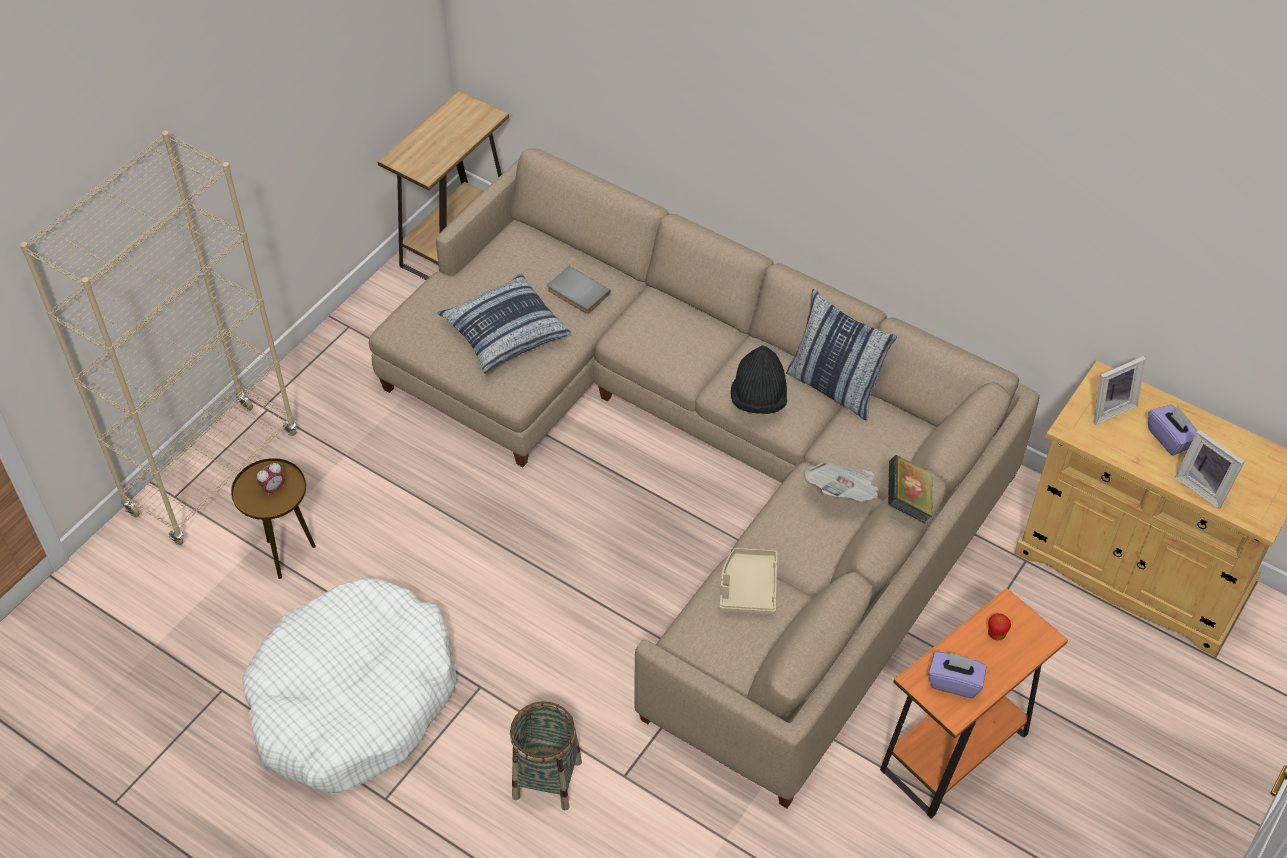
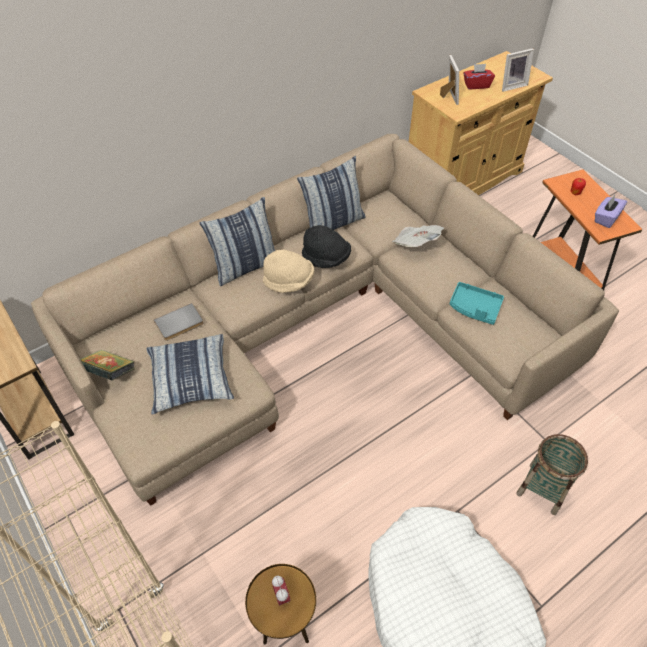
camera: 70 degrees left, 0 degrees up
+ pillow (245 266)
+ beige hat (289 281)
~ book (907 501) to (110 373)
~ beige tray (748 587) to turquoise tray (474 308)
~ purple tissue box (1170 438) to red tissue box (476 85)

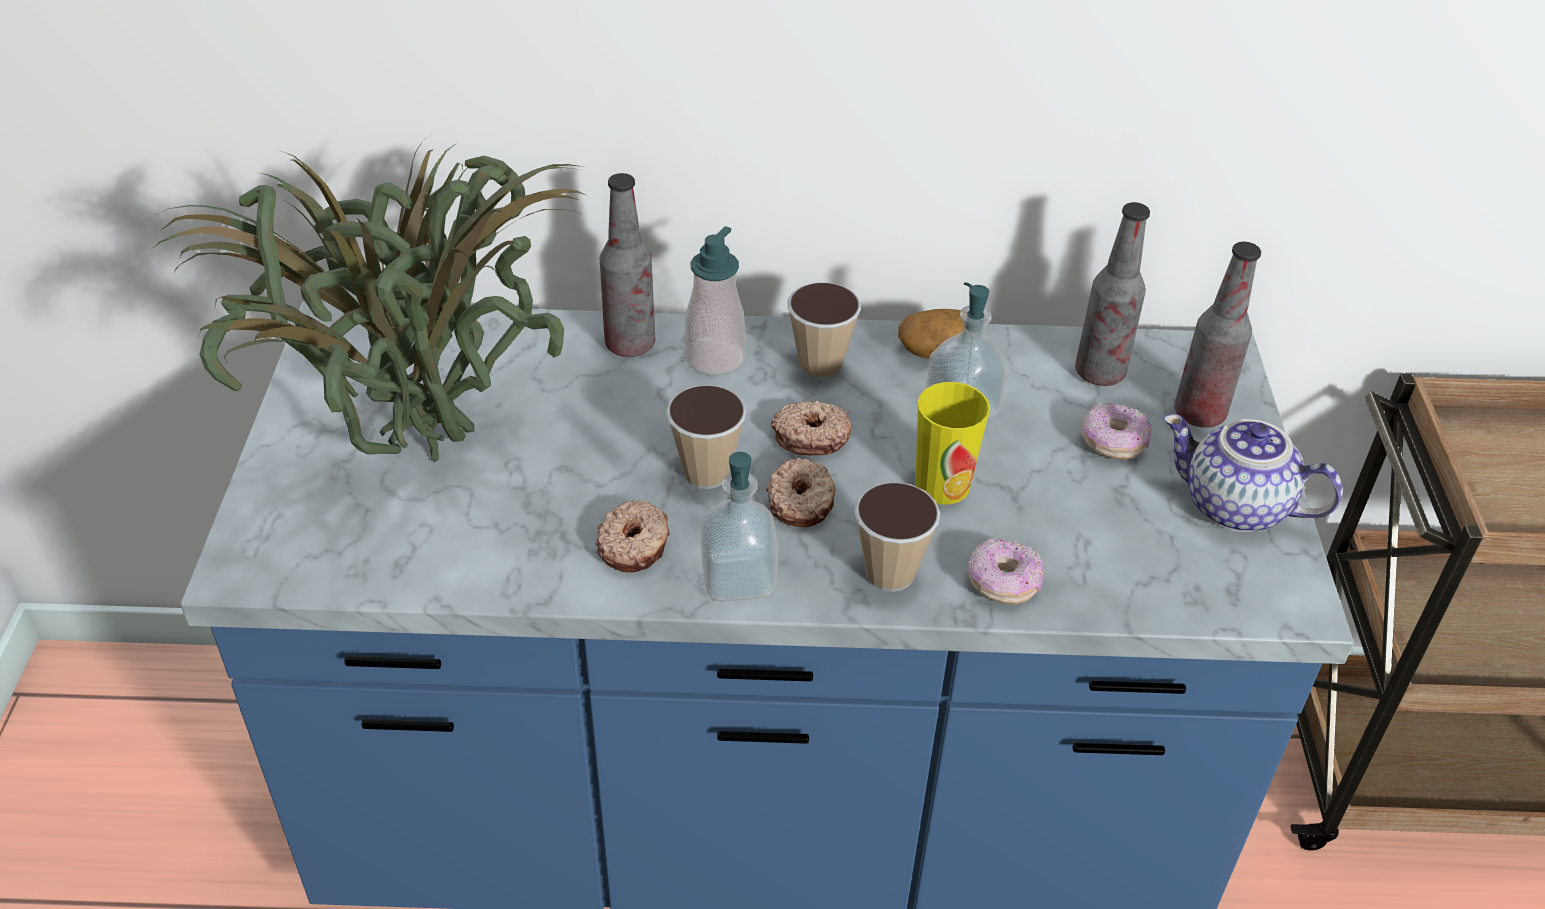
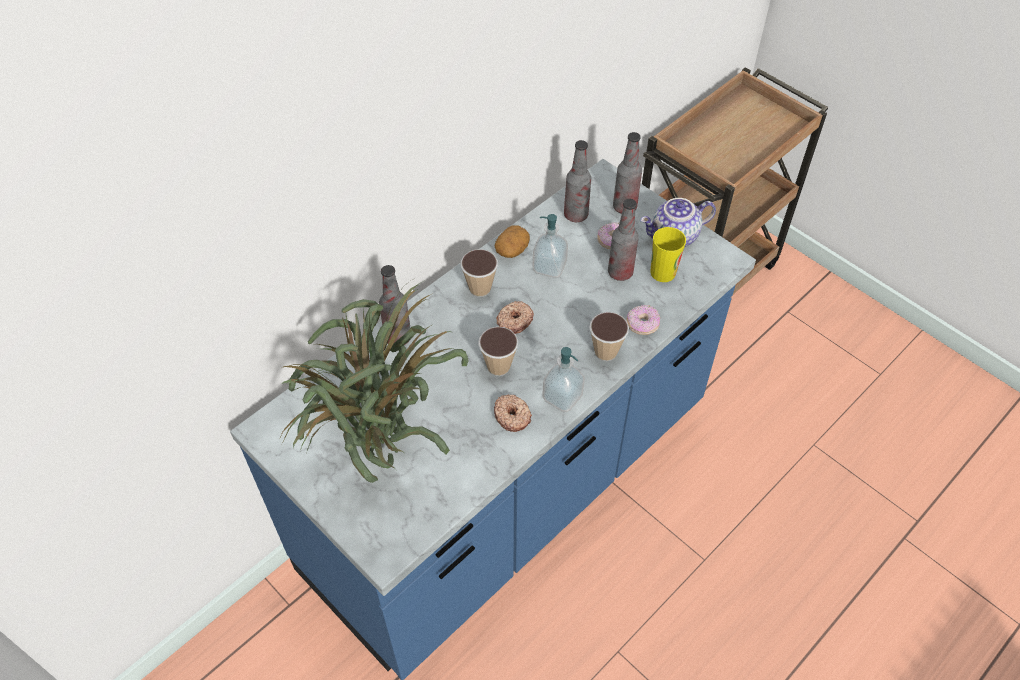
camera: 45 degrees left, 10 degrees up
- soap dispenser (715 358)
- donut (802 502)
+ bottle (620 272)
~ cup (942 485) to (663 272)

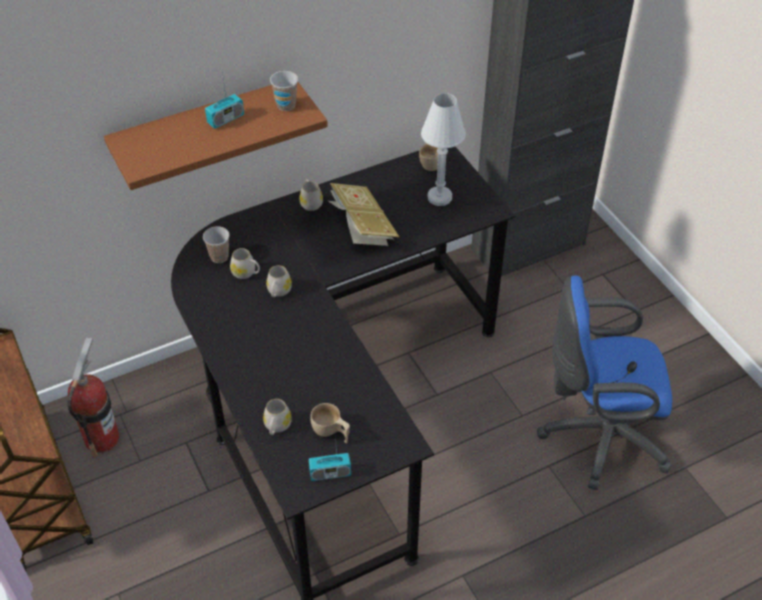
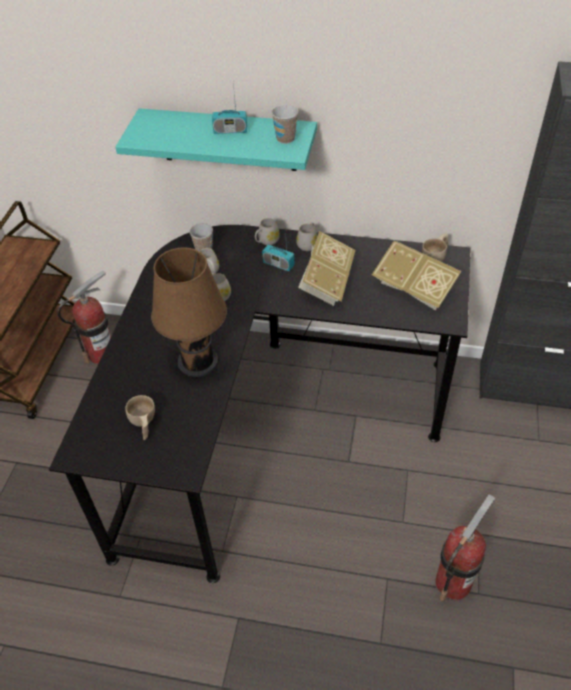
camera: 40 degrees right, 0 degrees up
+ brown table lamp (196 358)
~ white mug (277 427) to (266 241)
~ radio (330 473) to (278 264)
~ white table lamp (439 197) to book (414 289)
~ blue office chair (597 436) to fire extinguisher (453 582)
~ brown shelf (206 131) to turquoise shelf (228 140)

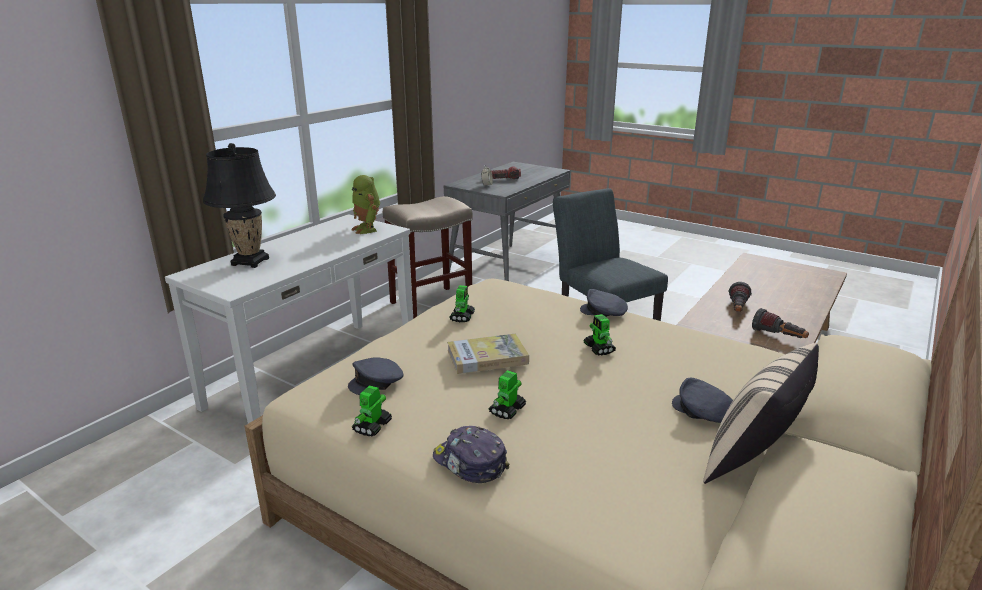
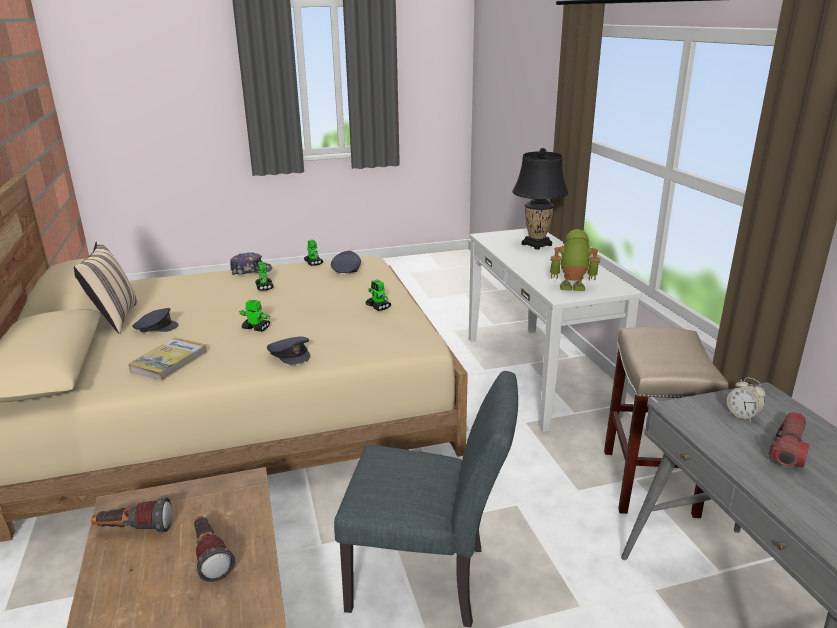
camera: 130 degrees right, 0 degrees up
~ book (487 357) to (169 361)
~ grey cap (603 312) = (290 354) 75 degrees clockwise

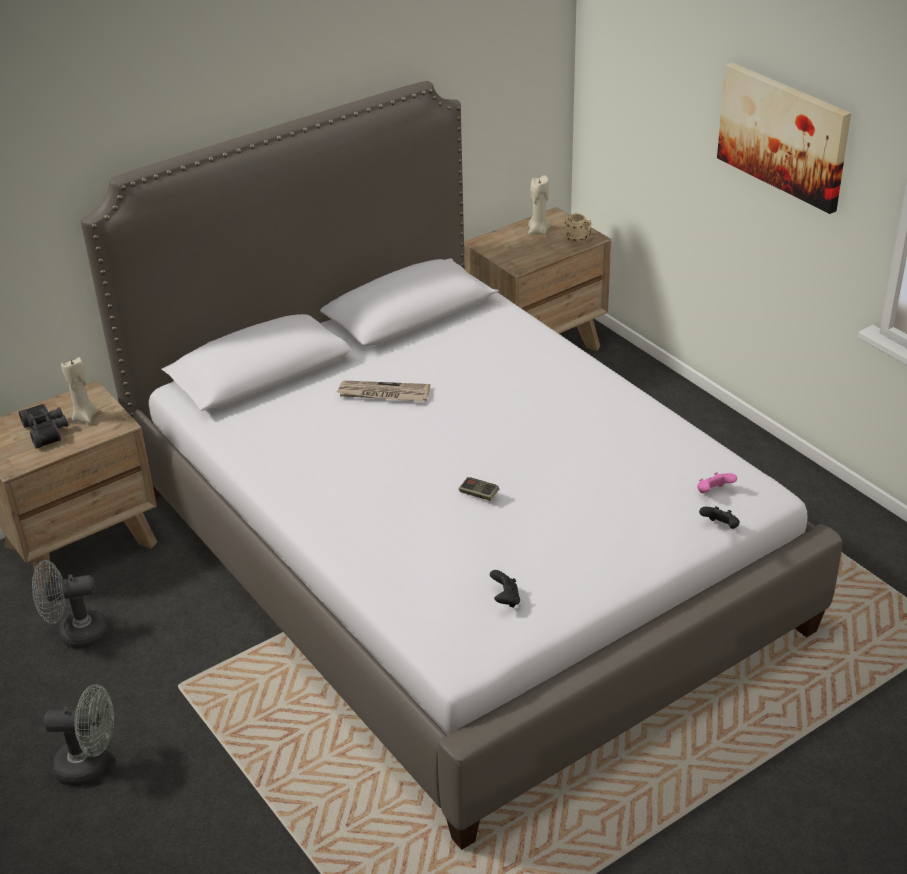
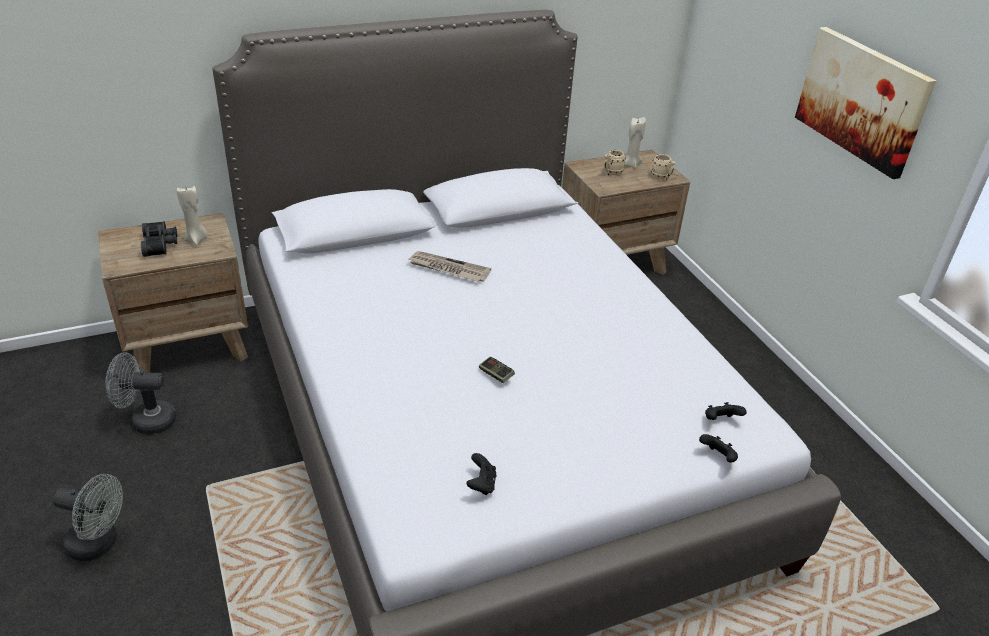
camera: 10 degrees right, 0 degrees up
+ beige mug (611 173)
~ pink game controller (713 492) to black game controller (720 421)

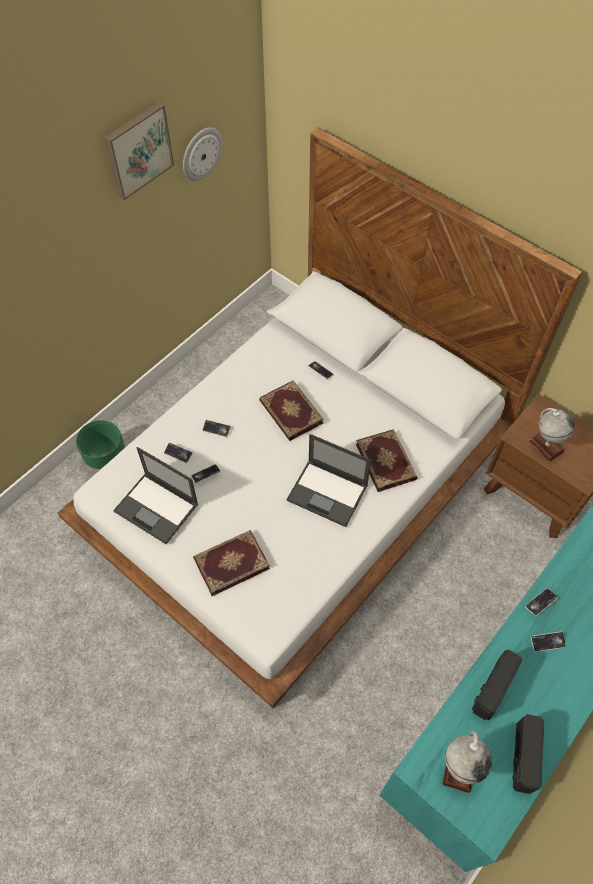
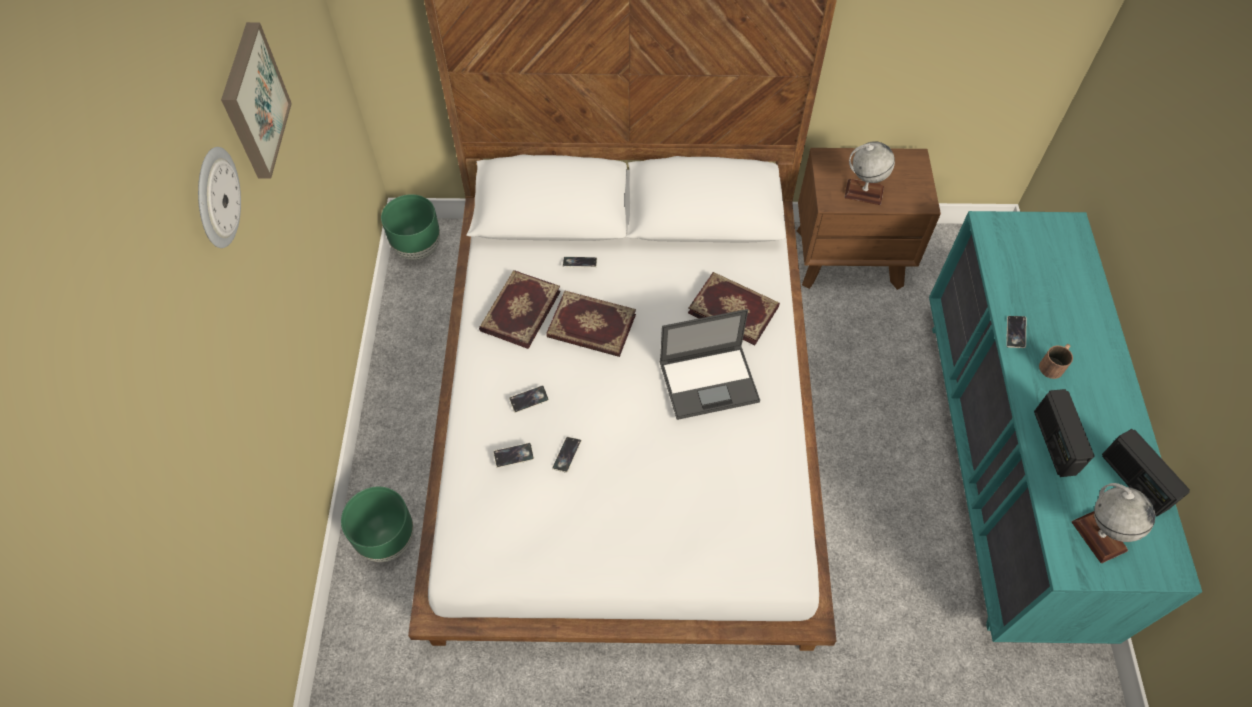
camera: 40 degrees left, 0 degrees up
- laptop (157 508)
+ green planter (418 248)
~ wall clock (201 153) to (216 197)
~ book (231 562) to (519 310)
~ phone (547 642) to brown mug (1054 364)

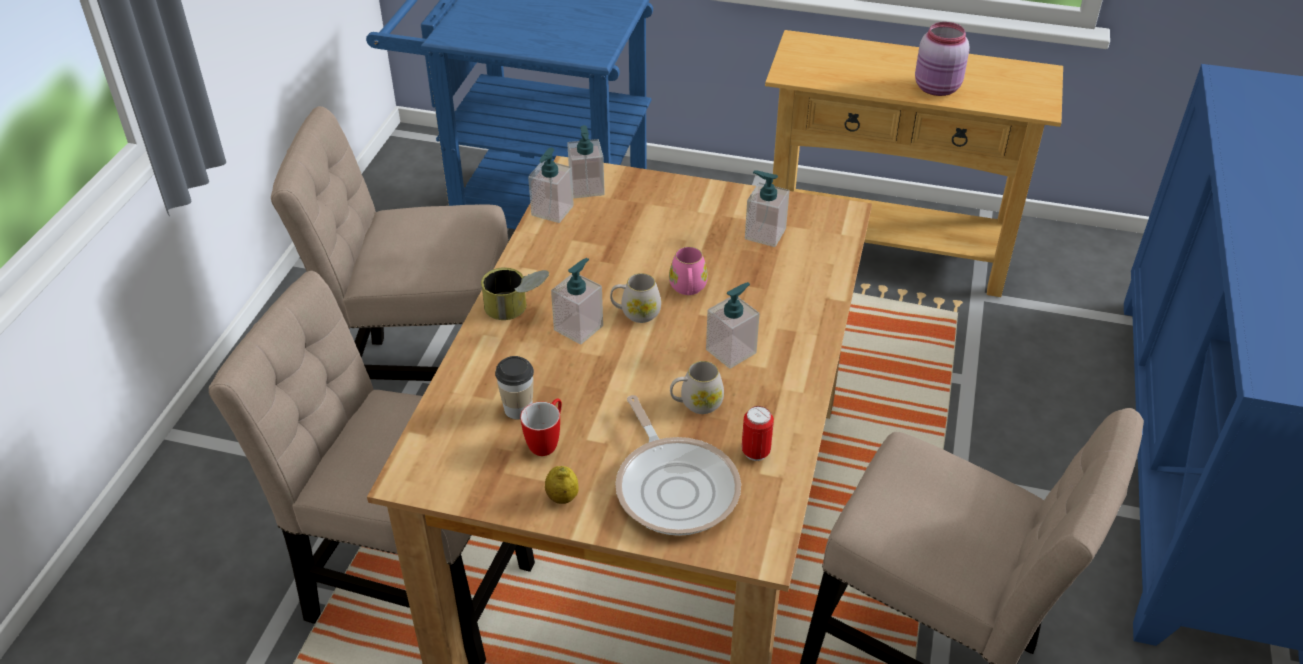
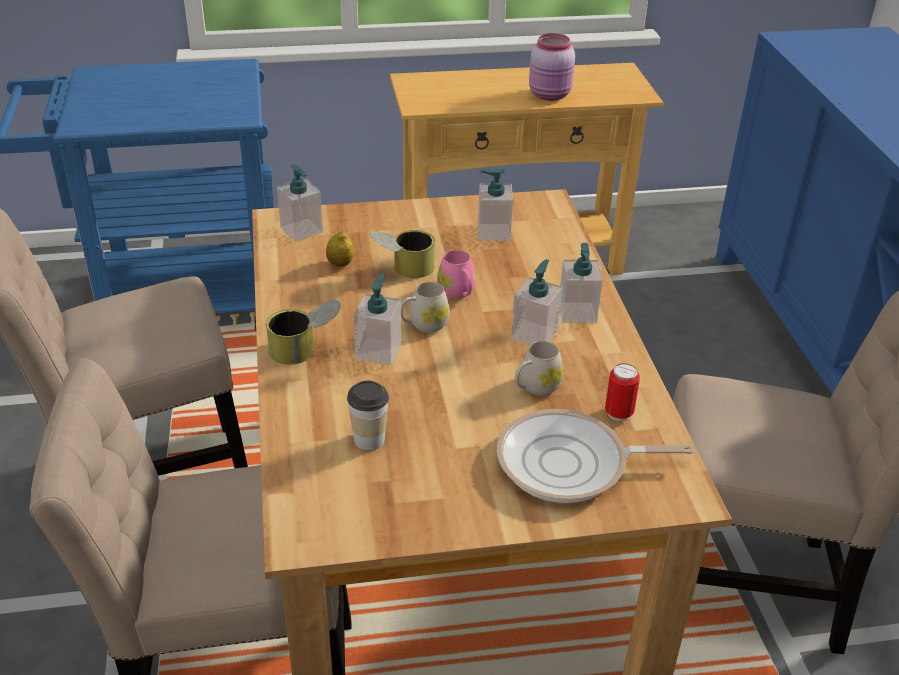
camera: 25 degrees left, 5 degrees down
- mug (547 442)
+ can (402 270)
~ soap dispenser (552 211) to (577 313)
~ lemon (562 497) to (340 264)
~ frying pan (675 486) = (569 464) 135 degrees clockwise

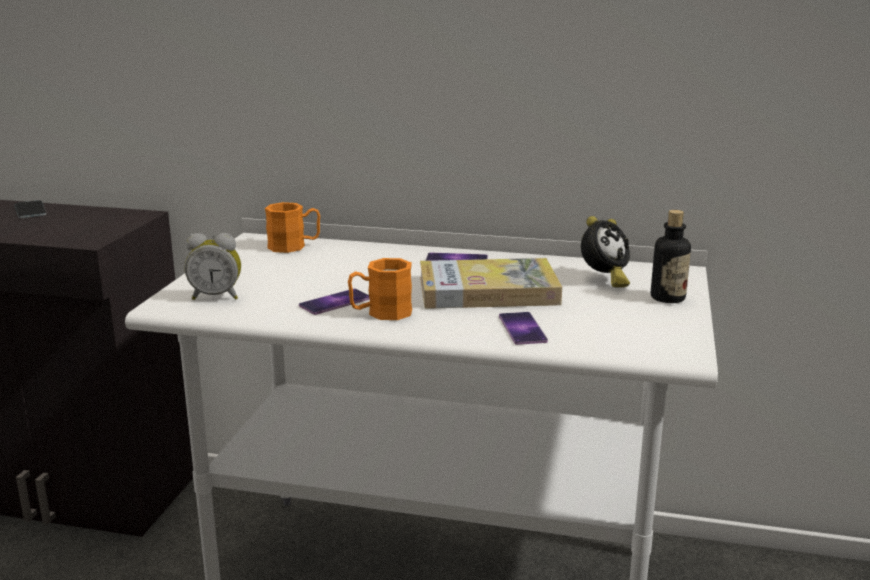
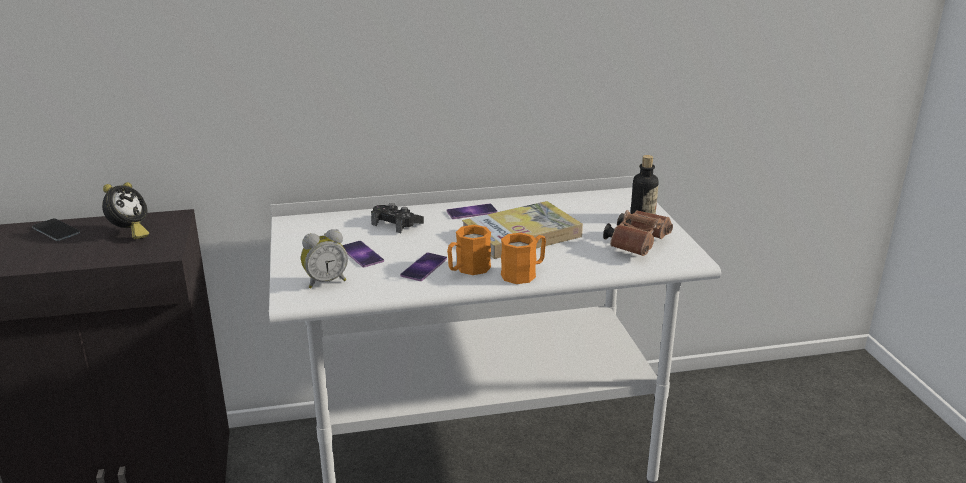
camera: 25 degrees left, 5 degrees up
+ black game controller (396 224)
+ brown binoculars (638 244)
~ orange mug (294 246) to (524 273)
~ phone (522 328) to (361 254)
~ alarm clock (604 280) to (129 233)

